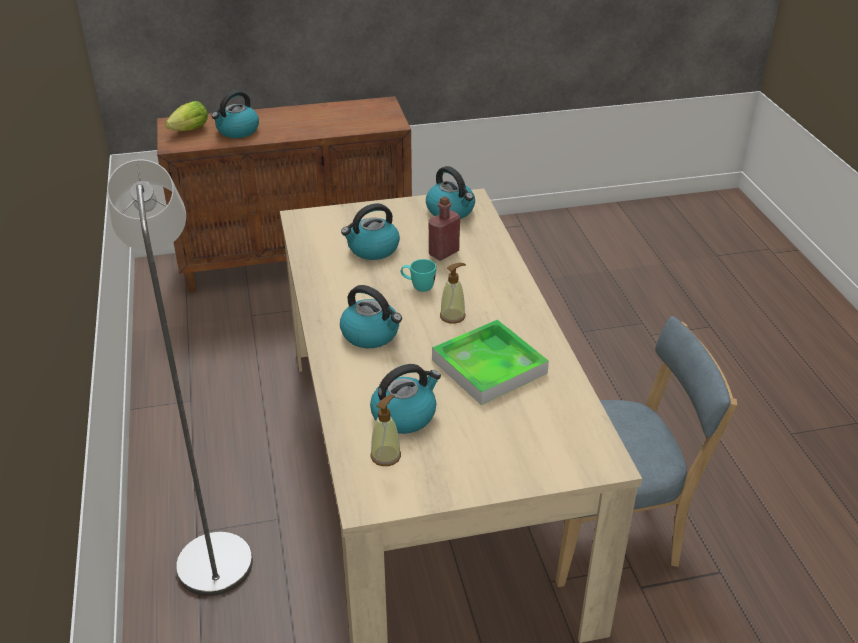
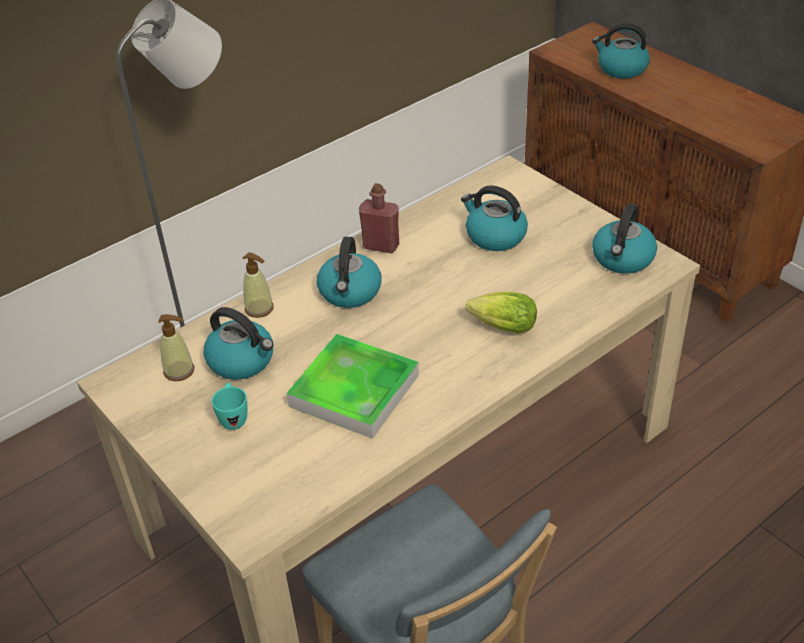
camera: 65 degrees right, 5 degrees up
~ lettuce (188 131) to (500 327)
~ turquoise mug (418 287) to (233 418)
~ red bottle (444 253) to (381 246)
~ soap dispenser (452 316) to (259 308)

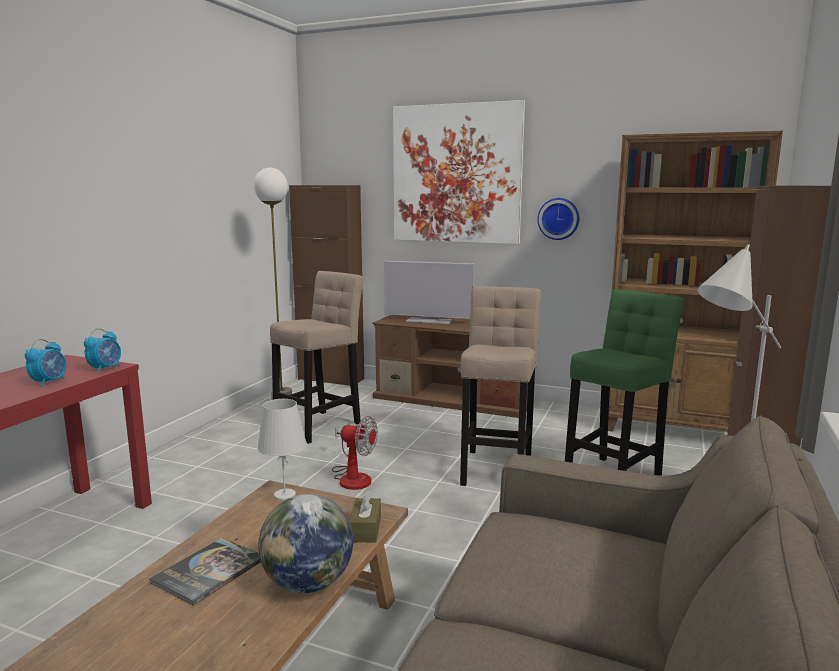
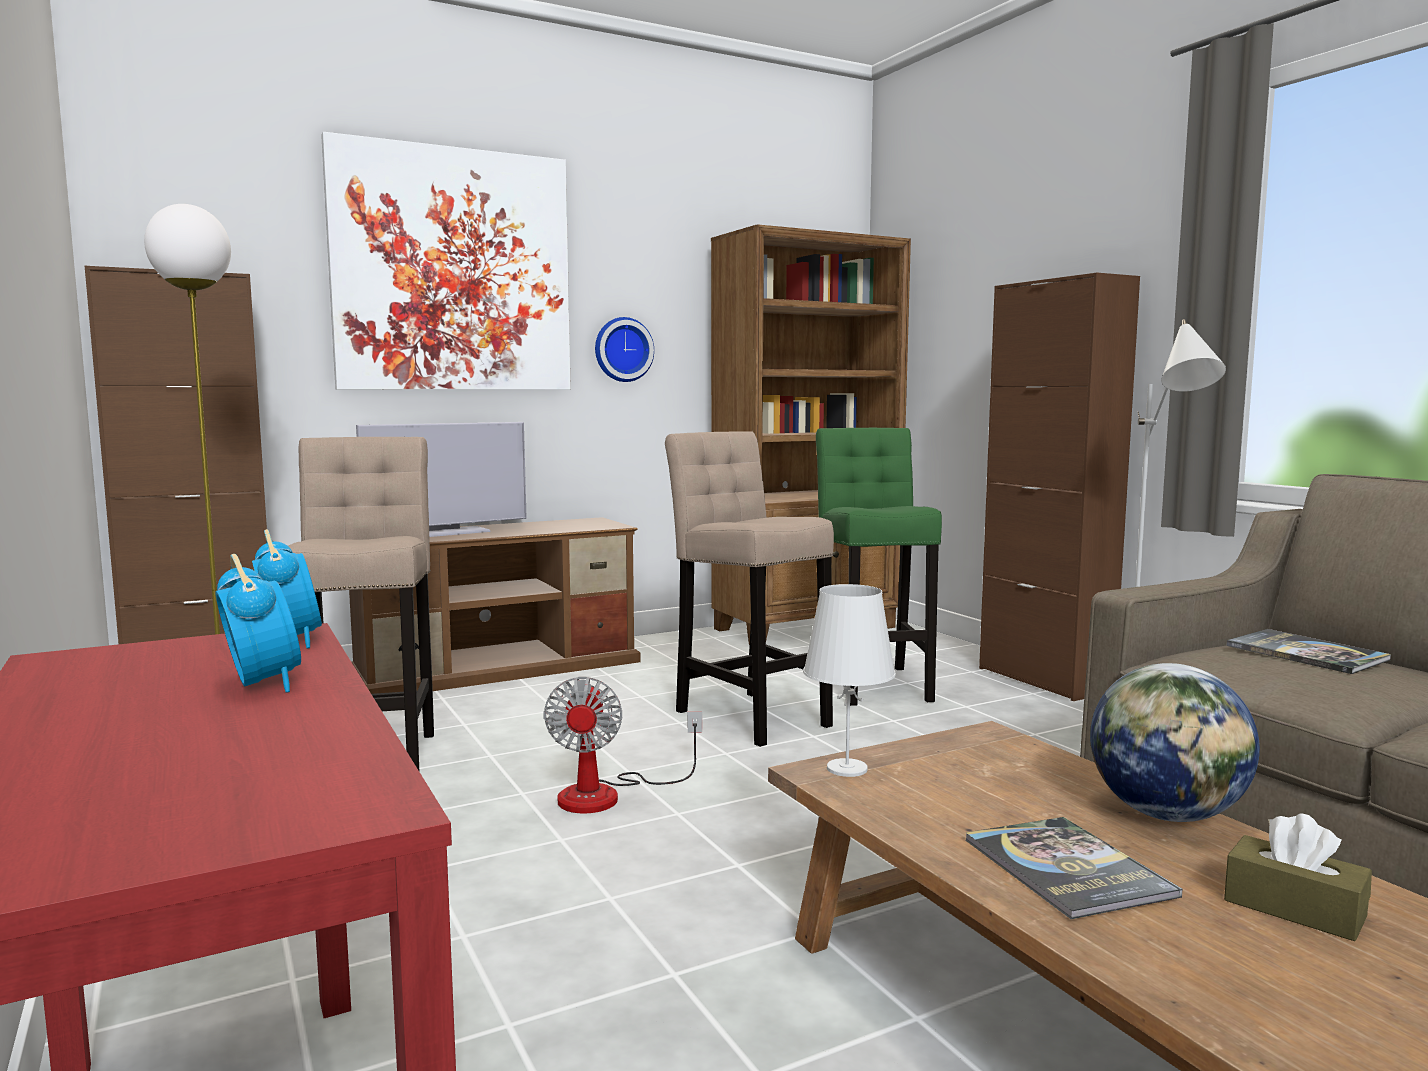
camera: 50 degrees left, 5 degrees down
+ book (1306 653)
~ brown tissue box (365 529) to (1294 908)
~ fan (352 477) = (608 794) 120 degrees clockwise

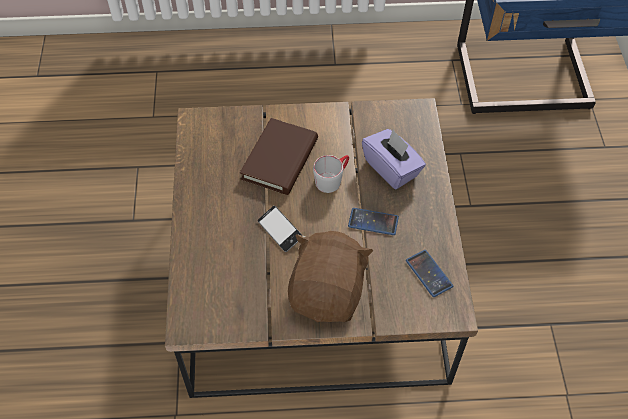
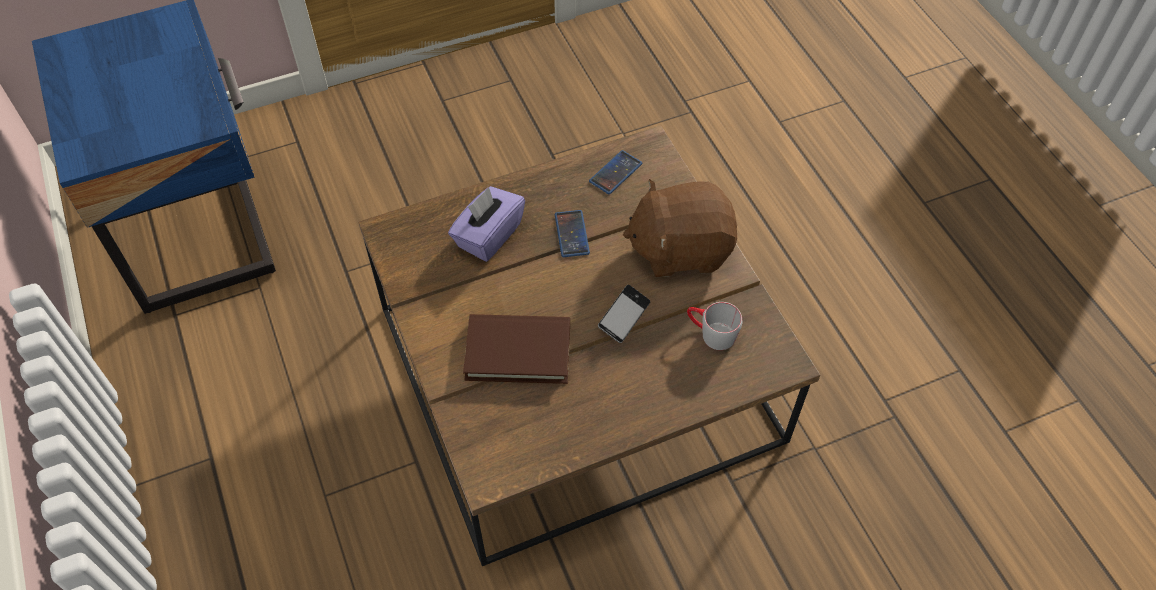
camera: 110 degrees left, 0 degrees up
~ grey mug (332 179) to (710 333)

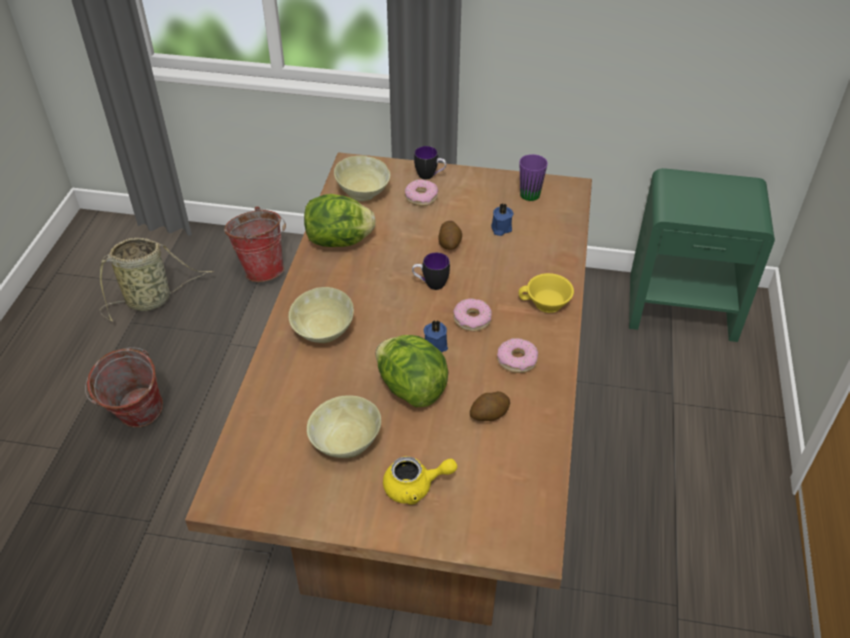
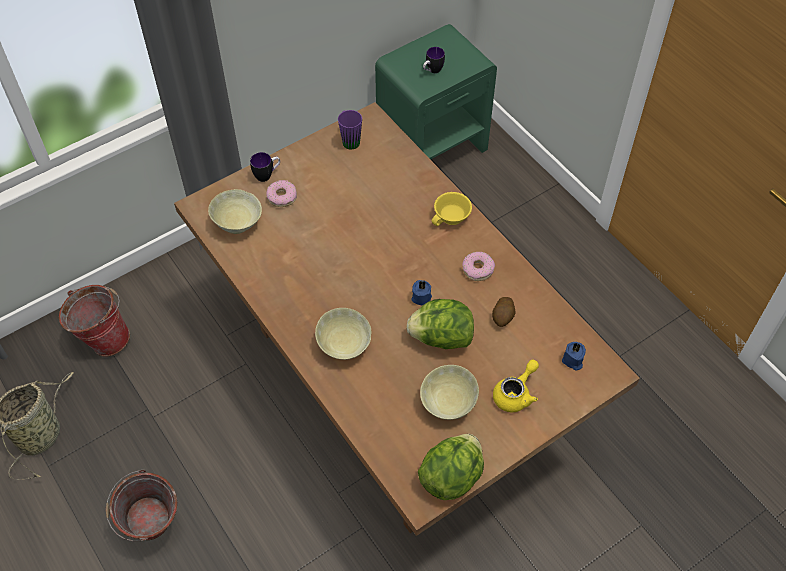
camera: 45 degrees left, 10 degrees up
- potato (450 244)
- donut (472 319)
~ lettuce (339 241) to (452 476)
~ mug (430 284) to (432 71)
~ blue candle (500 228) to (572 361)

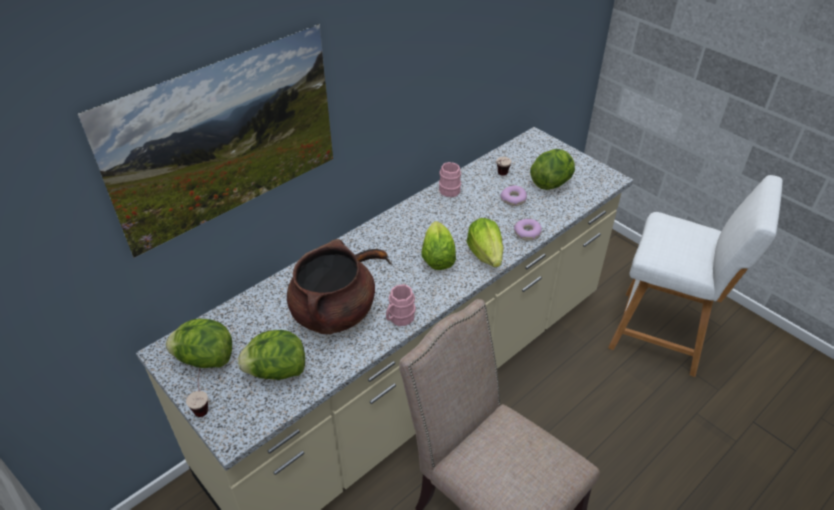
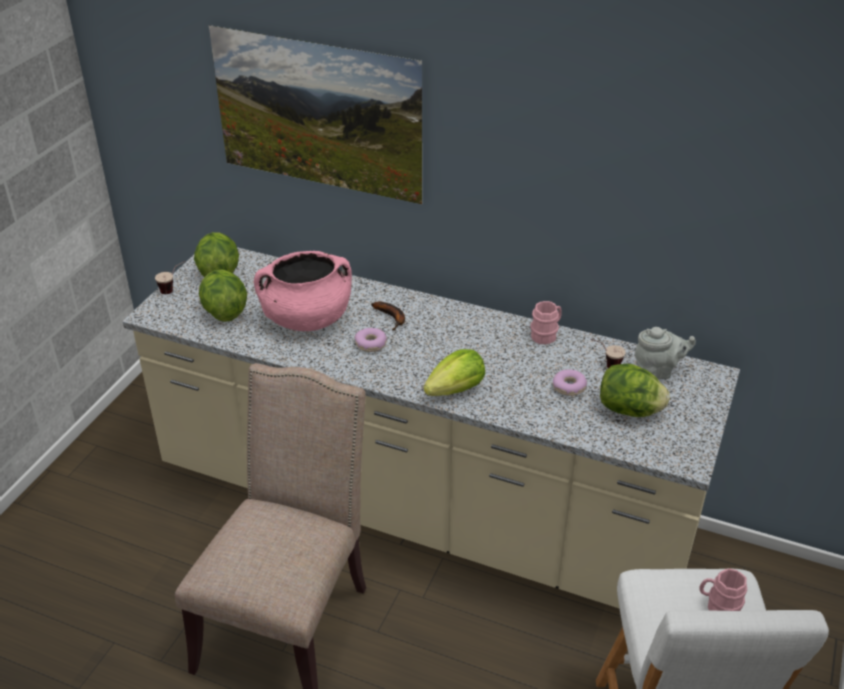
camera: 65 degrees right, 5 degrees down
- lettuce (437 258)
+ grey teapot (657 372)
~ pink mug (399 318) to (718 605)
~ donut (527 233) to (371 344)
~ brown cooking pot (333 313) to pink cooking pot (307 319)

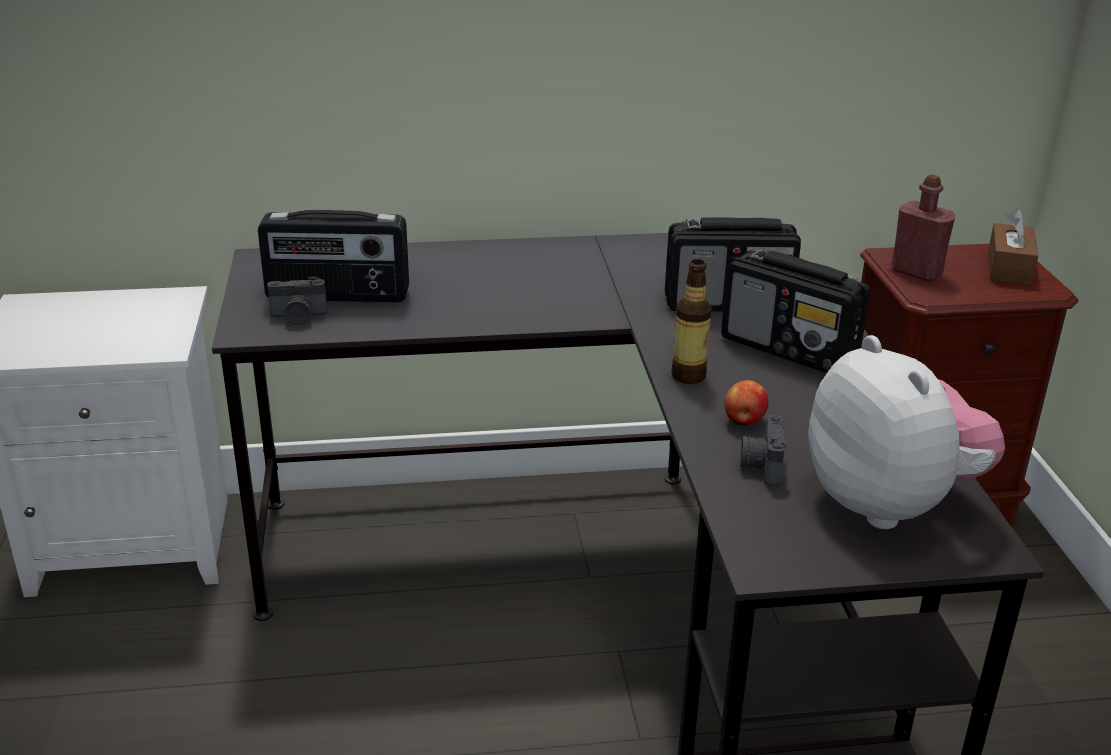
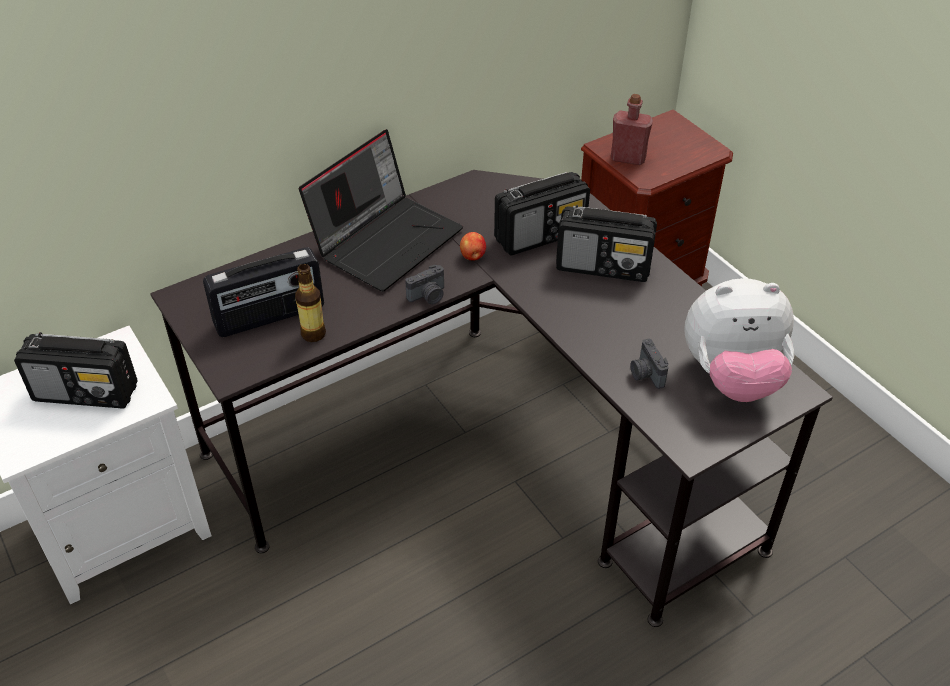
camera: 25 degrees left, 15 degrees up
- brown tissue box (1008 268)
+ radio (87 393)
+ laptop (386 239)
~ photo camera (298 317) to (428 296)
~ bottle (688 376) to (313 334)
~ apple (743 421) to (473 256)
~ plush toy (890 504) = (732 377) 135 degrees clockwise

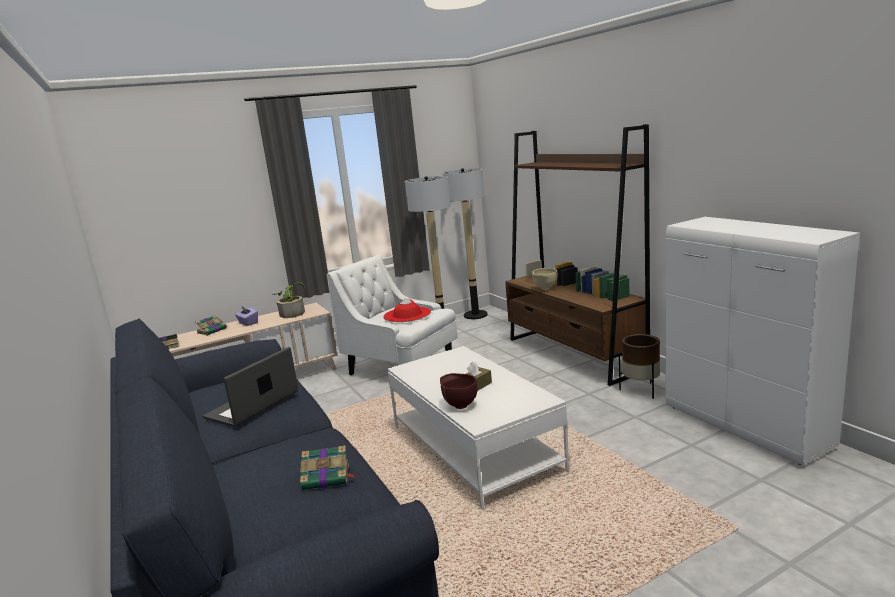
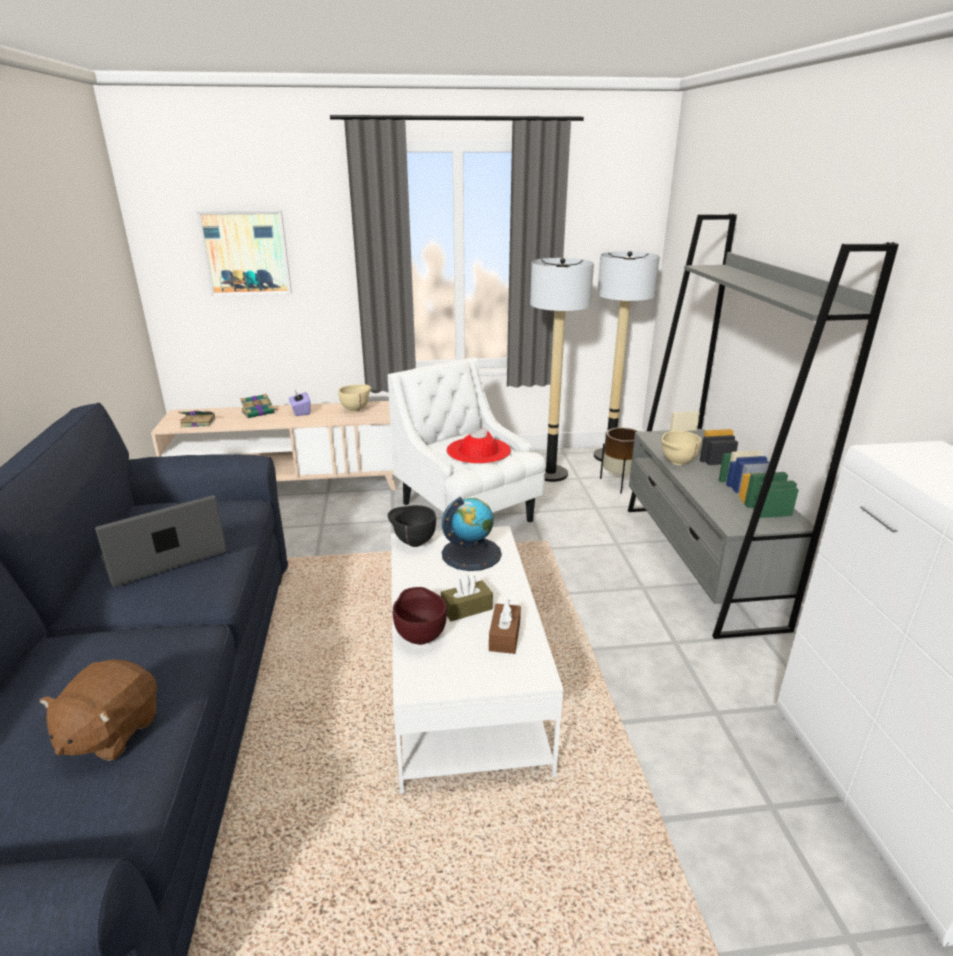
camera: 20 degrees right, 10 degrees up
+ picture (246 253)
+ black bowl (413 542)
+ globe (471 553)
+ brown tissue box (504 636)
~ brown planter (641 390) to (618 484)
~ potted plant (293 313) to beige bowl (356 410)
~ book (327 477) to brown plush toy (110 732)
~ brown bookcase (574 354) to grey bookcase (698 563)

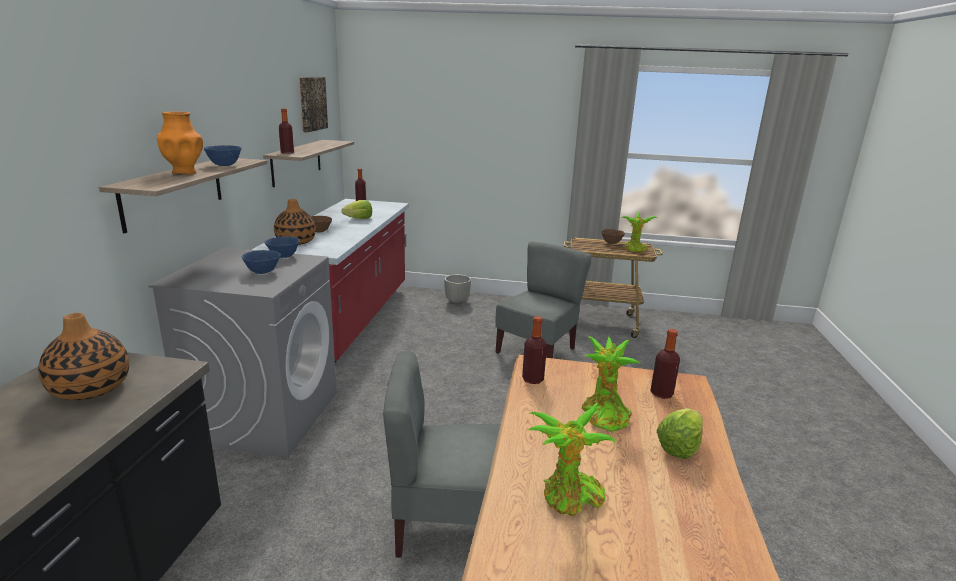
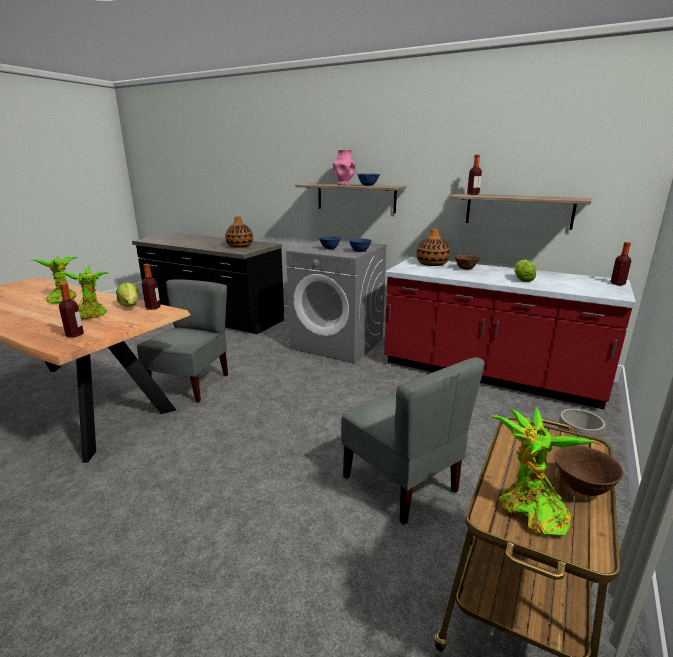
camera: 110 degrees right, 0 degrees up
- picture (312 103)
~ lettuce (679 447) to (130 306)
~ orange vase (184 172) to pink vase (344 184)

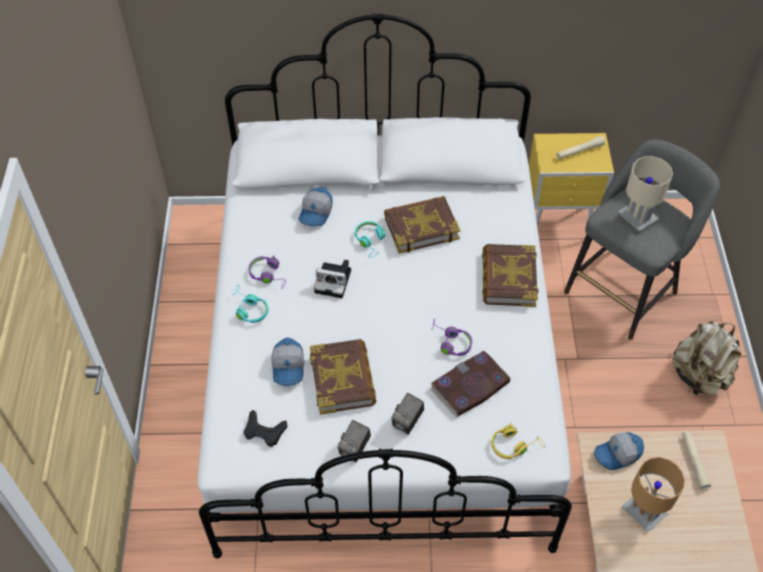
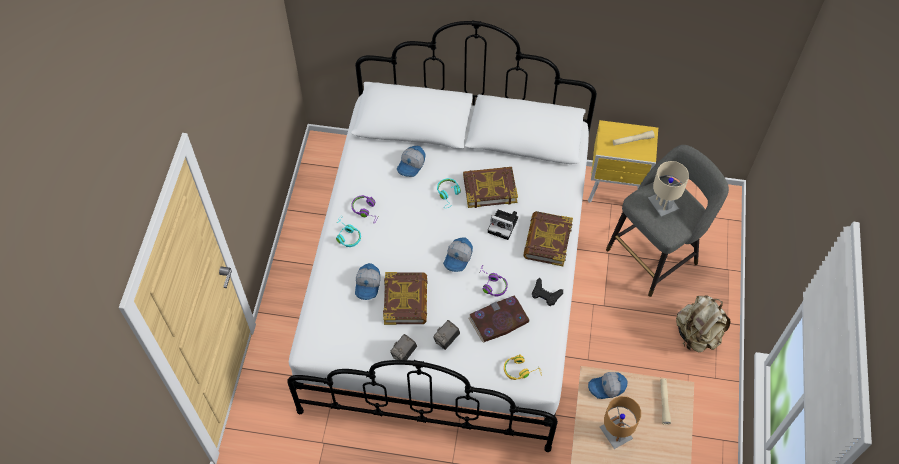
camera: 10 degrees right, 5 degrees up
+ cap (458 258)
~ black game controller (264 431) to (545 294)
~ photo camera (334 281) to (504 225)

